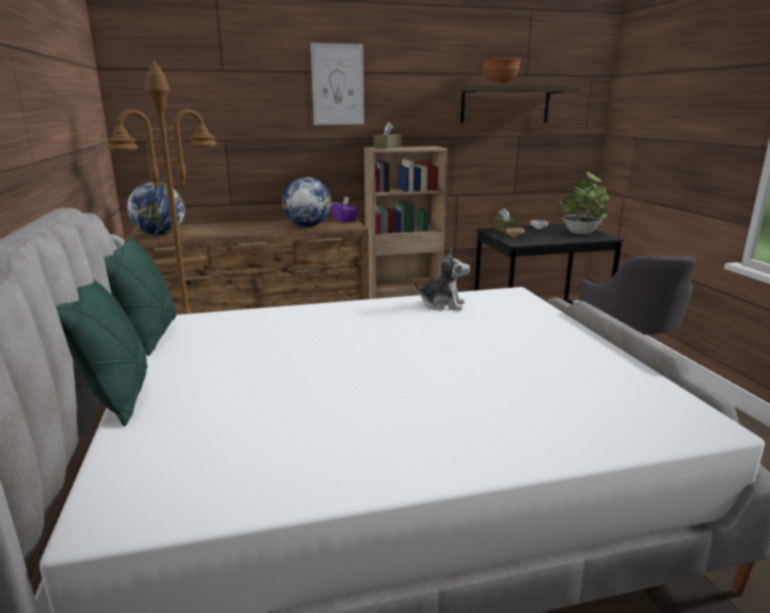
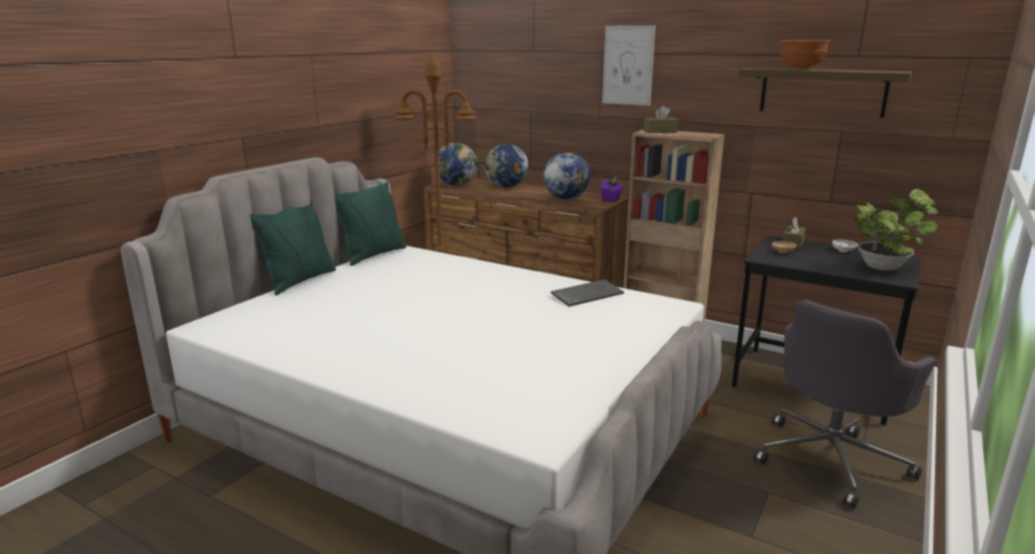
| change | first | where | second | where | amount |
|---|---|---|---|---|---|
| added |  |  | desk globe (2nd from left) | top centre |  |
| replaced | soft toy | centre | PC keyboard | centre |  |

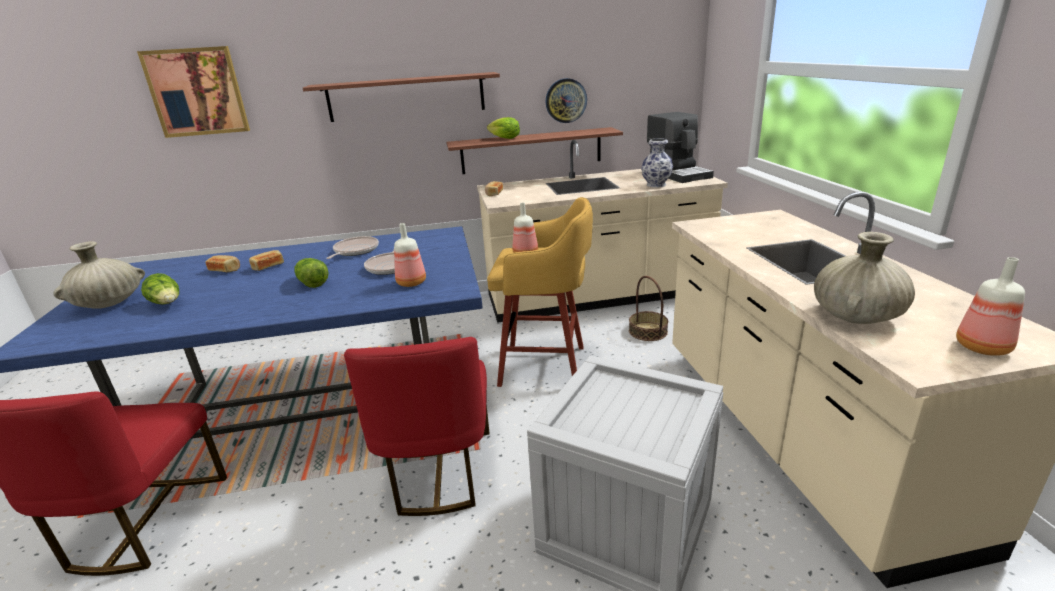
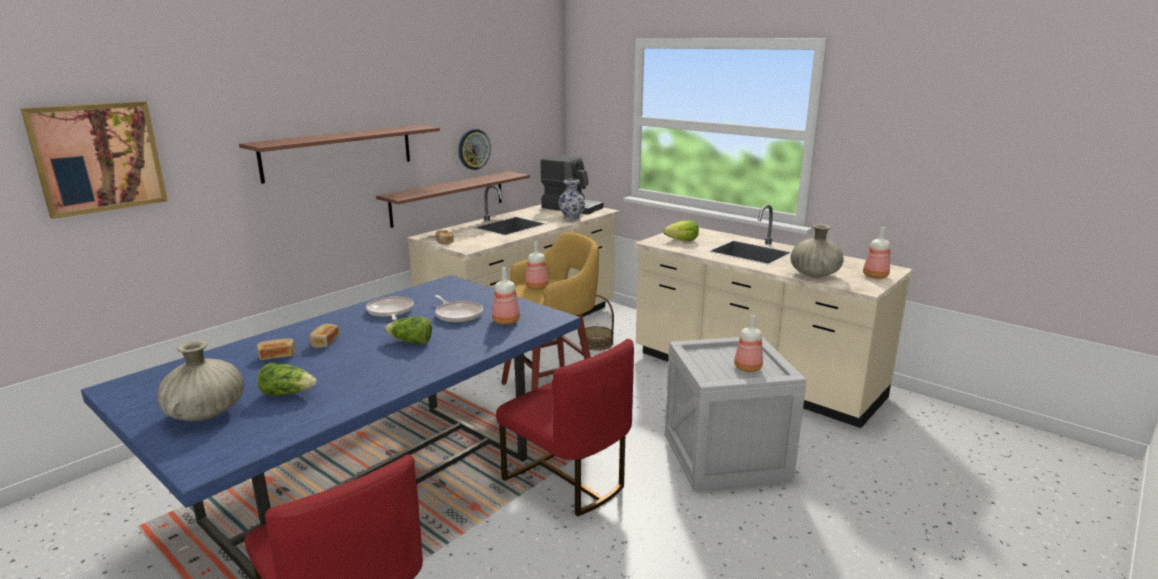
| change | first | where | second | where | amount |
|---|---|---|---|---|---|
| added |  |  | drink bottle (3rd from left) | centre |  |
| moved | head of lettuce (3rd from left) | top centre |  | centre |  |

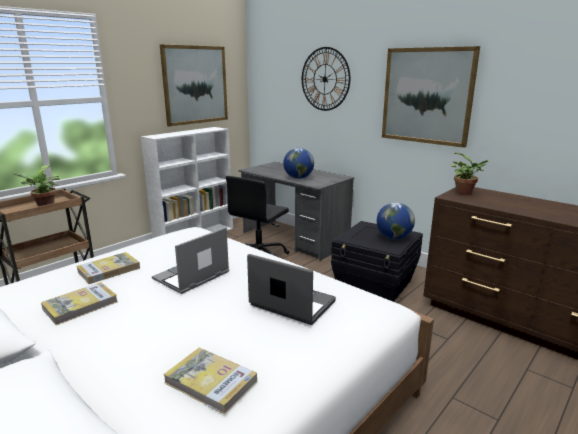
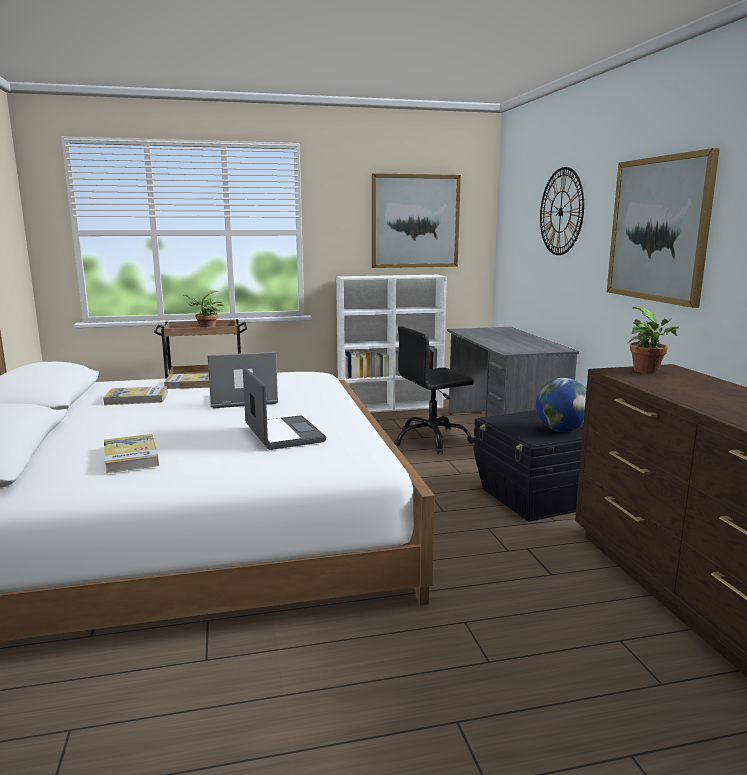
| change | first | where | second | where | amount |
|---|---|---|---|---|---|
| removed | desk globe (1st from left) | centre |  |  |  |

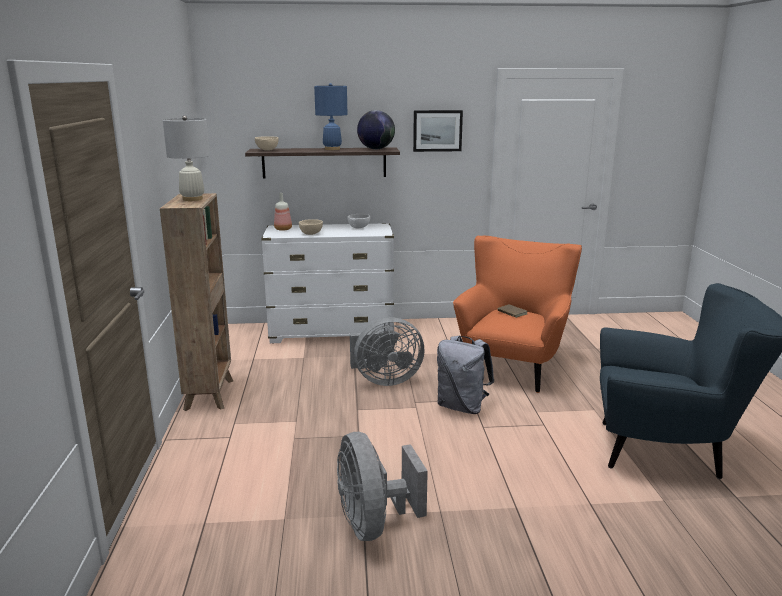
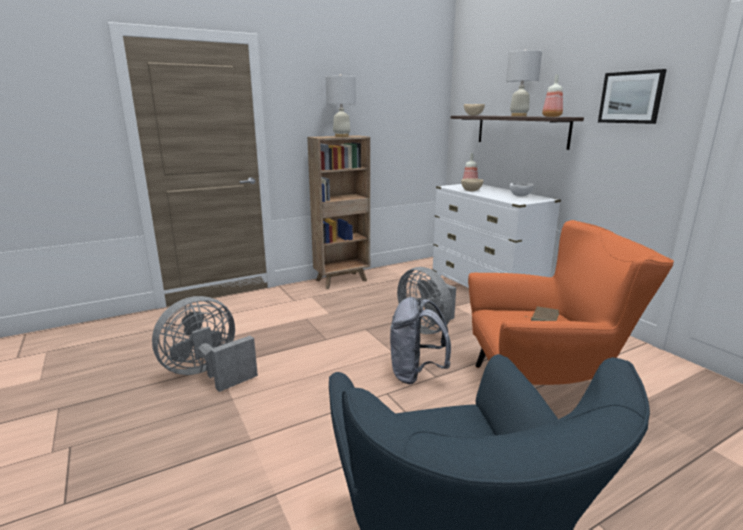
| change | first | where | second | where | amount |
|---|---|---|---|---|---|
| replaced | desk globe | top centre | drink bottle (2nd from left) | top right |  |
| recoloured | table lamp (blue) | top centre | table lamp (whitish) (2nd from left) | top right |  |

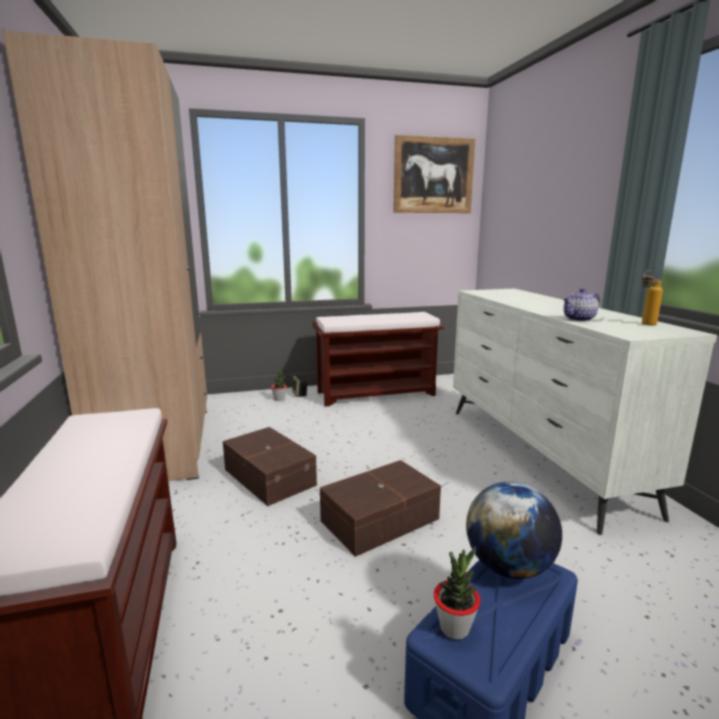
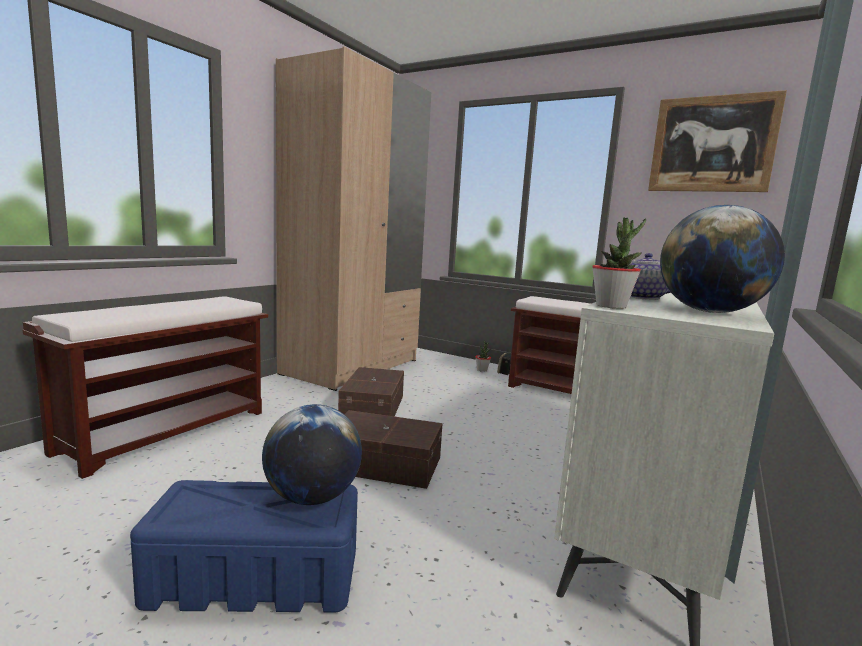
| change | first | where | second | where | amount |
|---|---|---|---|---|---|
| moved | plant in a pot (2nd from left) | bottom centre |  | middle right |  |
| replaced | drink bottle | middle right | desk globe (2nd from left) | middle right |  |

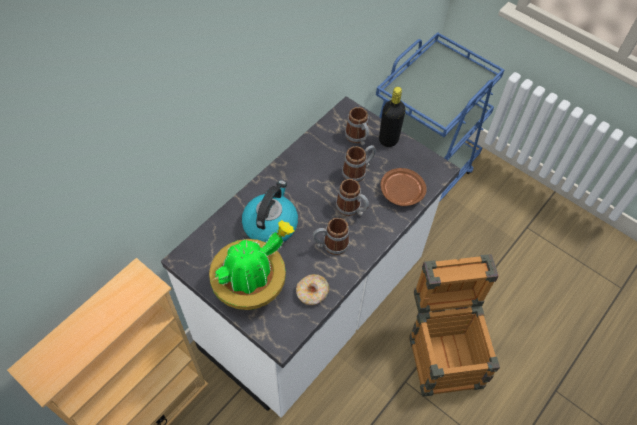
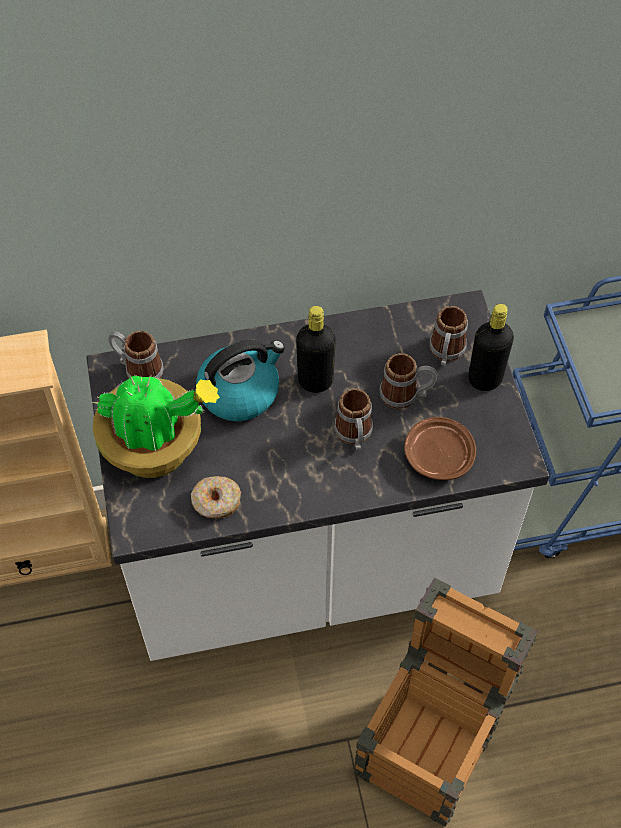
| change | first | where | second | where | amount |
|---|---|---|---|---|---|
| added |  |  | drink bottle (black-coloured) (1st from left) | centre |  |
| moved | coffee mug (1st from left) | centre |  | middle left |  |

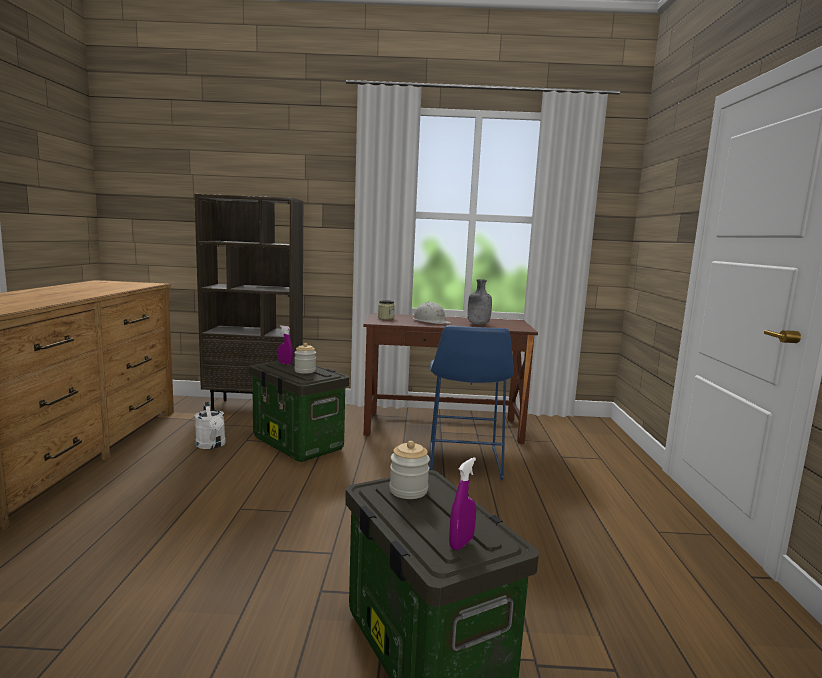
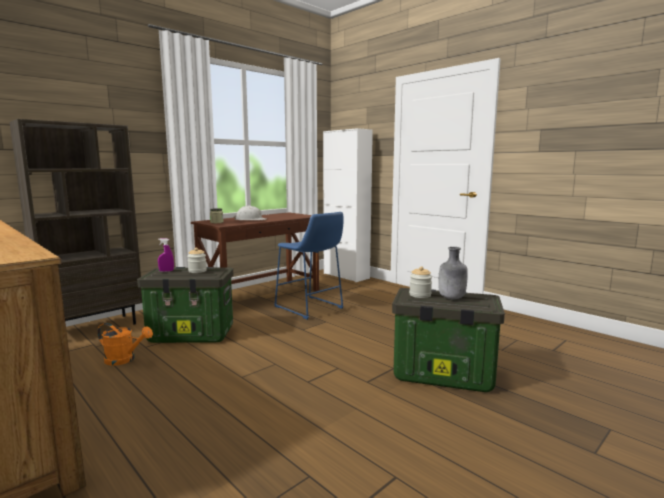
| change | first | where | second | where | amount |
|---|---|---|---|---|---|
| removed | spray bottle (purple-coloured) (2nd from left) | bottom centre |  |  |  |
| added |  |  | storage cabinet (whitish) | centre |  |
| moved | drink bottle (gray) | centre |  | middle right |  |
| recoloured | watering pot (whitish) | middle left | watering pot (orange-coloured) | bottom left |  |

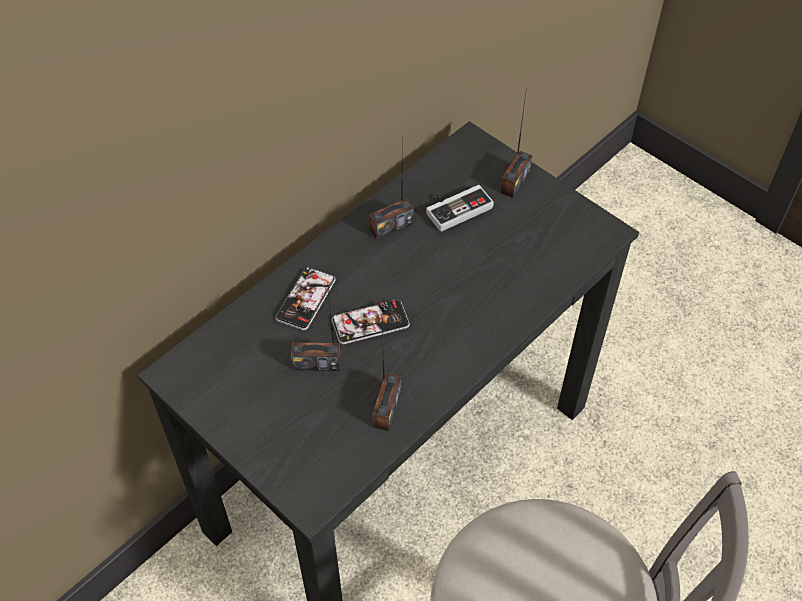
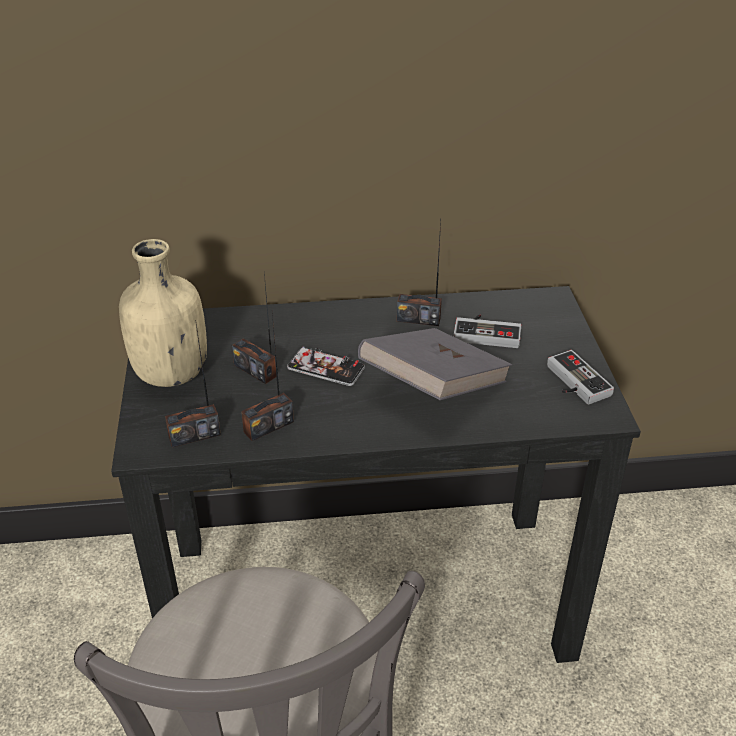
| change | first | where | second | where | amount |
|---|---|---|---|---|---|
| removed | handset (1st from left) | centre |  |  |  |
| added |  |  | drink bottle (beige) | middle left |  |
| added |  |  | volume (gray) | centre |  |
| added |  |  | gamepad (2nd from left) | middle right |  |
| moved | radio receiver (4th from left in the first image) | top centre | radio receiver (1st from left) | middle left |  |

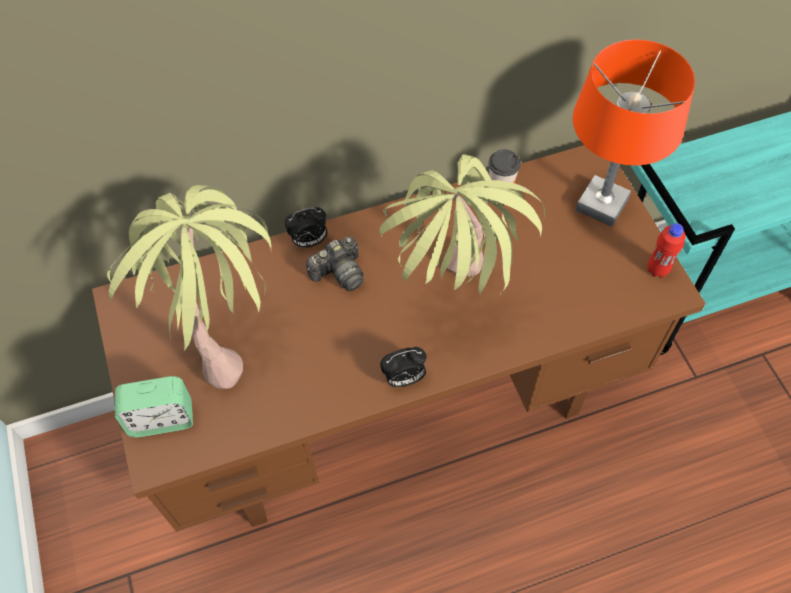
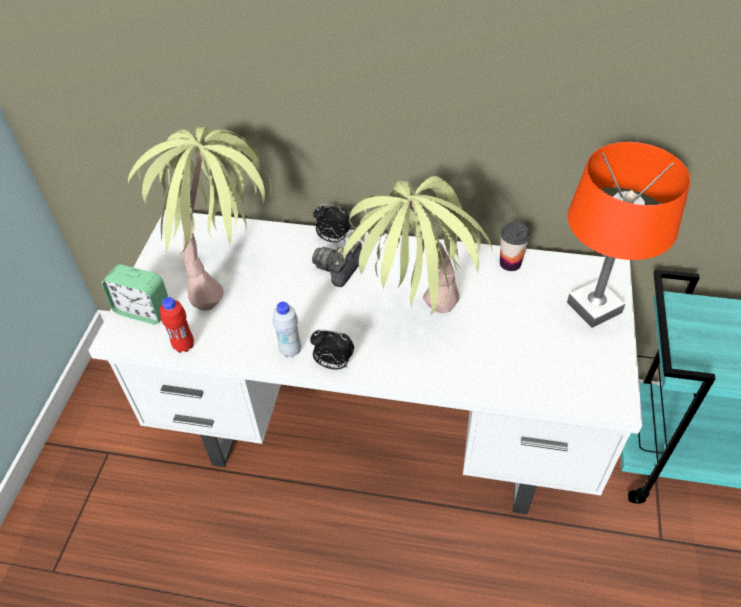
| change | first | where | second | where | amount |
|---|---|---|---|---|---|
| added |  |  | drink bottle (whitish) | centre |  |
| moved | drink bottle (red) | middle right |  | middle left |  |
| recoloured | desk unit (brownish) | centre | desk unit (whitish) | centre |  |
| turned | still camera | centre |  | centre | 120 degrees clockwise |

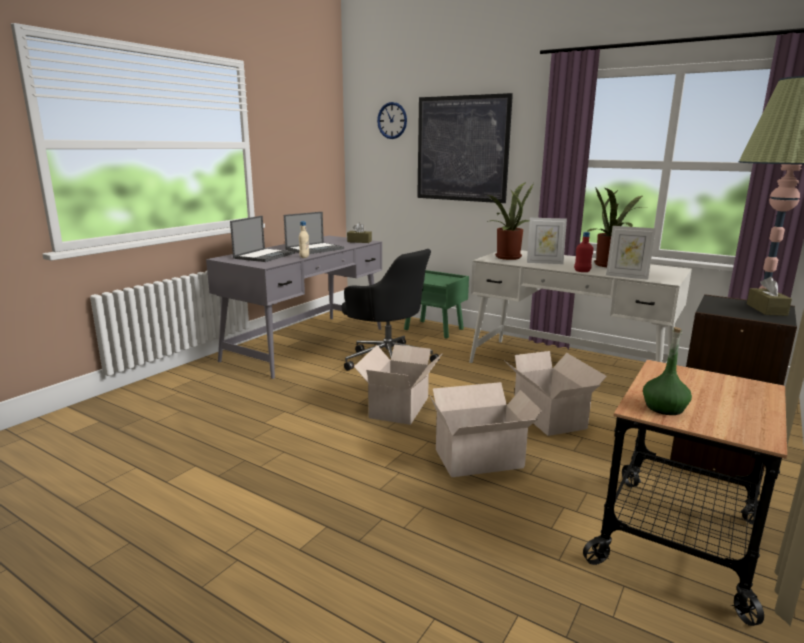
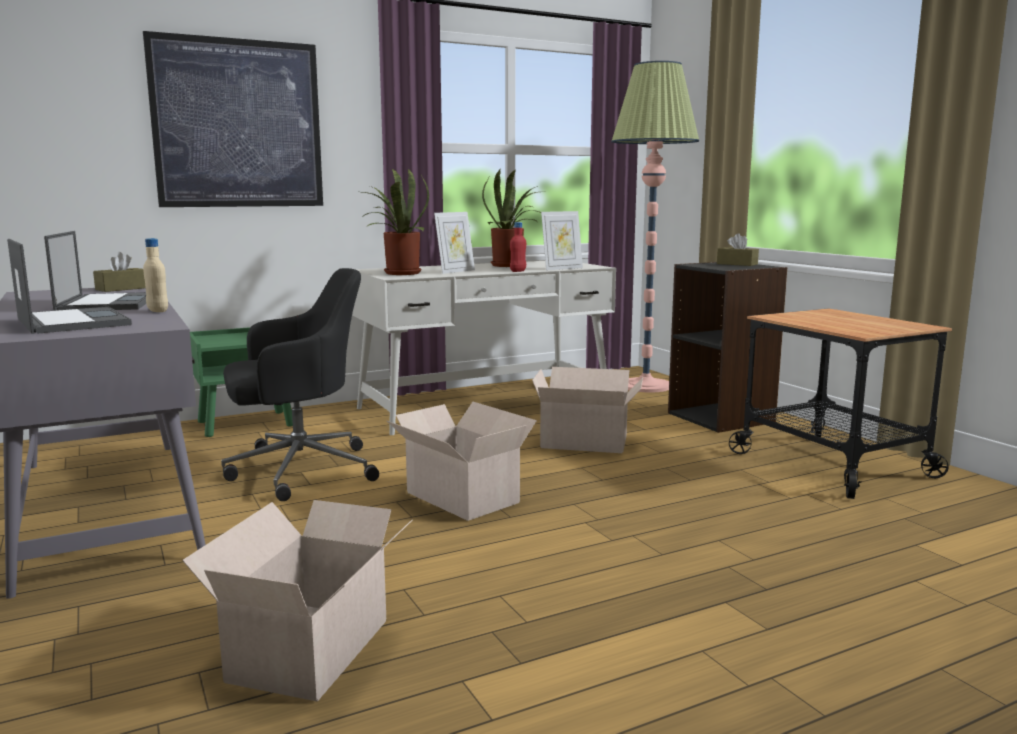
| change | first | where | second | where | amount |
|---|---|---|---|---|---|
| removed | wall clock | top centre |  |  |  |
| removed | drink bottle (green-coloured) | middle right |  |  |  |
| moved | packing box (2nd from left in the first image) | bottom centre | packing box (1st from left) | bottom left |  |

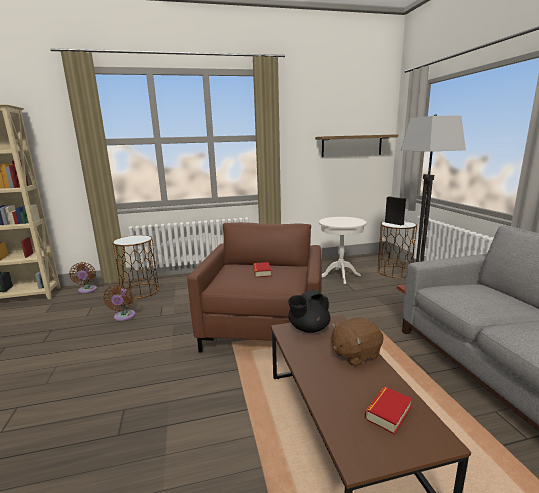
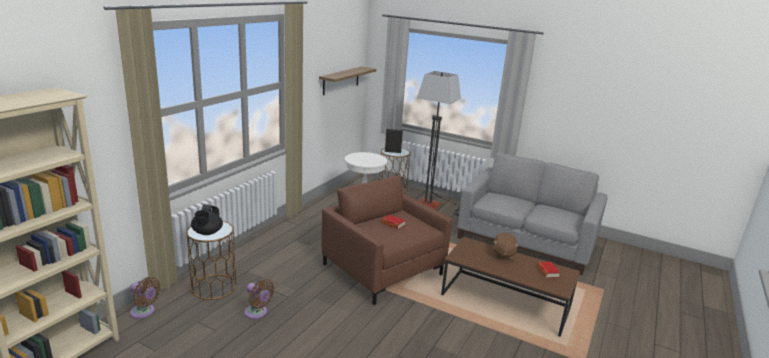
| change | first | where | second | where | amount |
|---|---|---|---|---|---|
| moved | tea pot (black-coloured) | centre |  | middle left |  |

